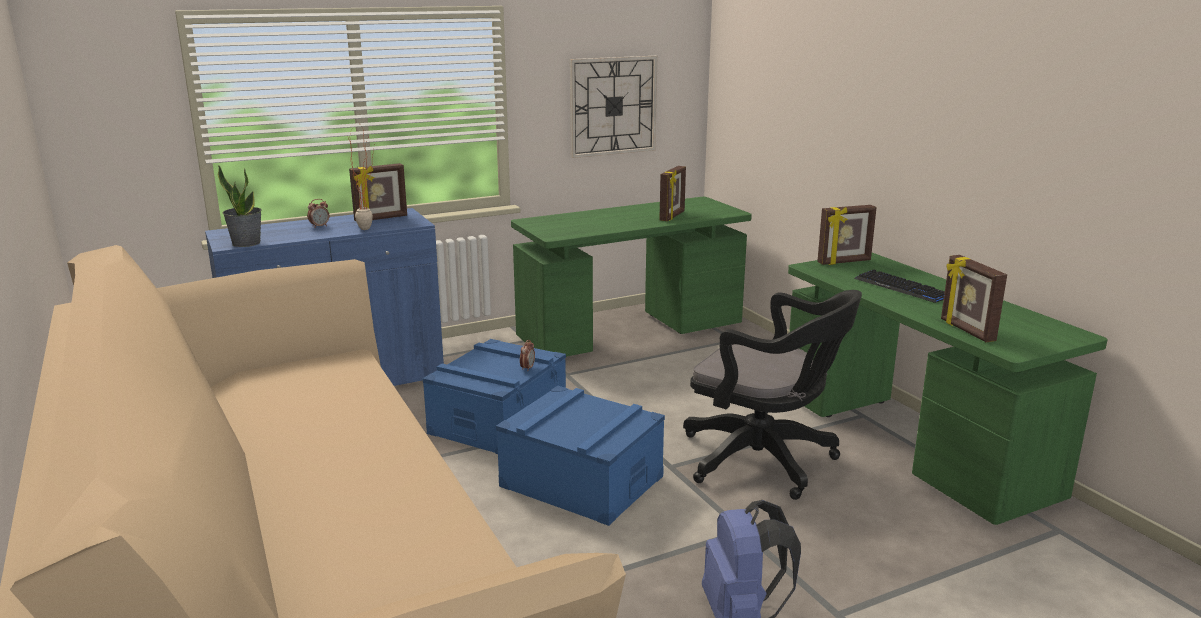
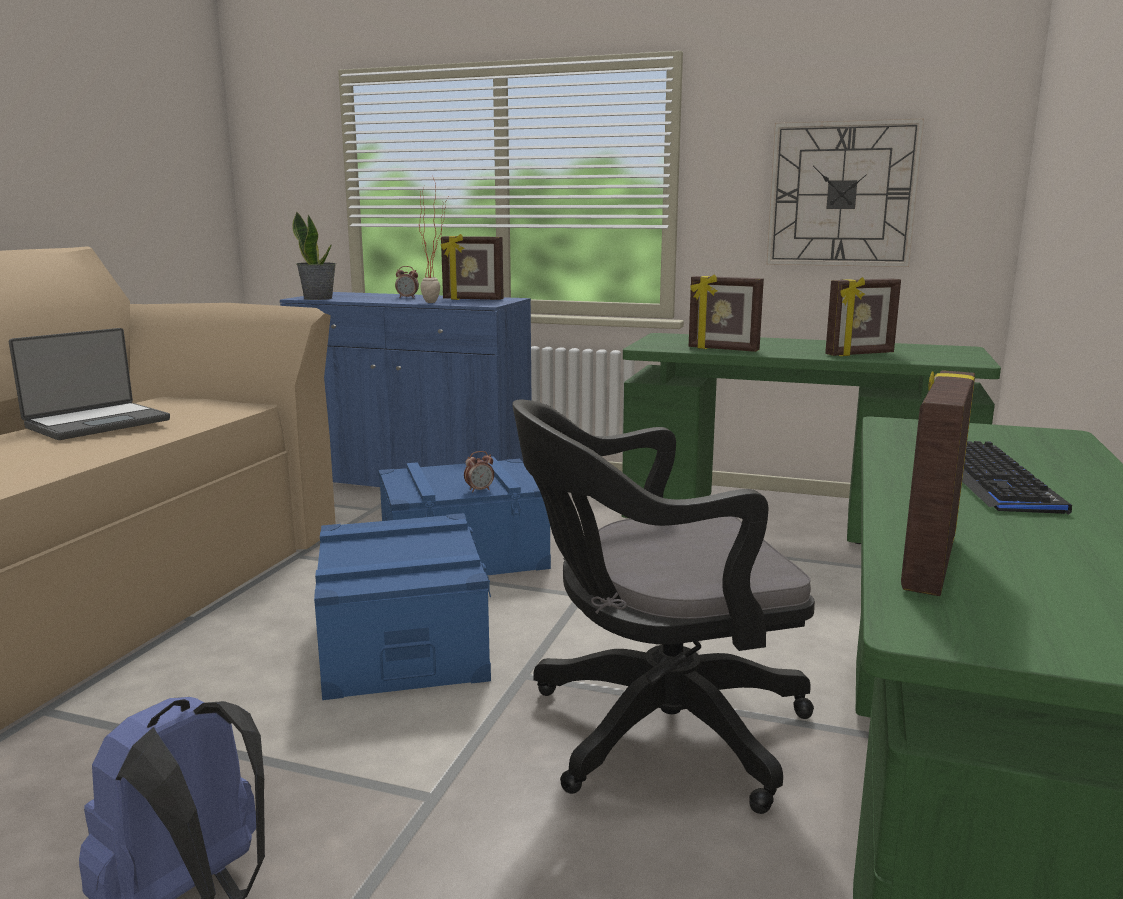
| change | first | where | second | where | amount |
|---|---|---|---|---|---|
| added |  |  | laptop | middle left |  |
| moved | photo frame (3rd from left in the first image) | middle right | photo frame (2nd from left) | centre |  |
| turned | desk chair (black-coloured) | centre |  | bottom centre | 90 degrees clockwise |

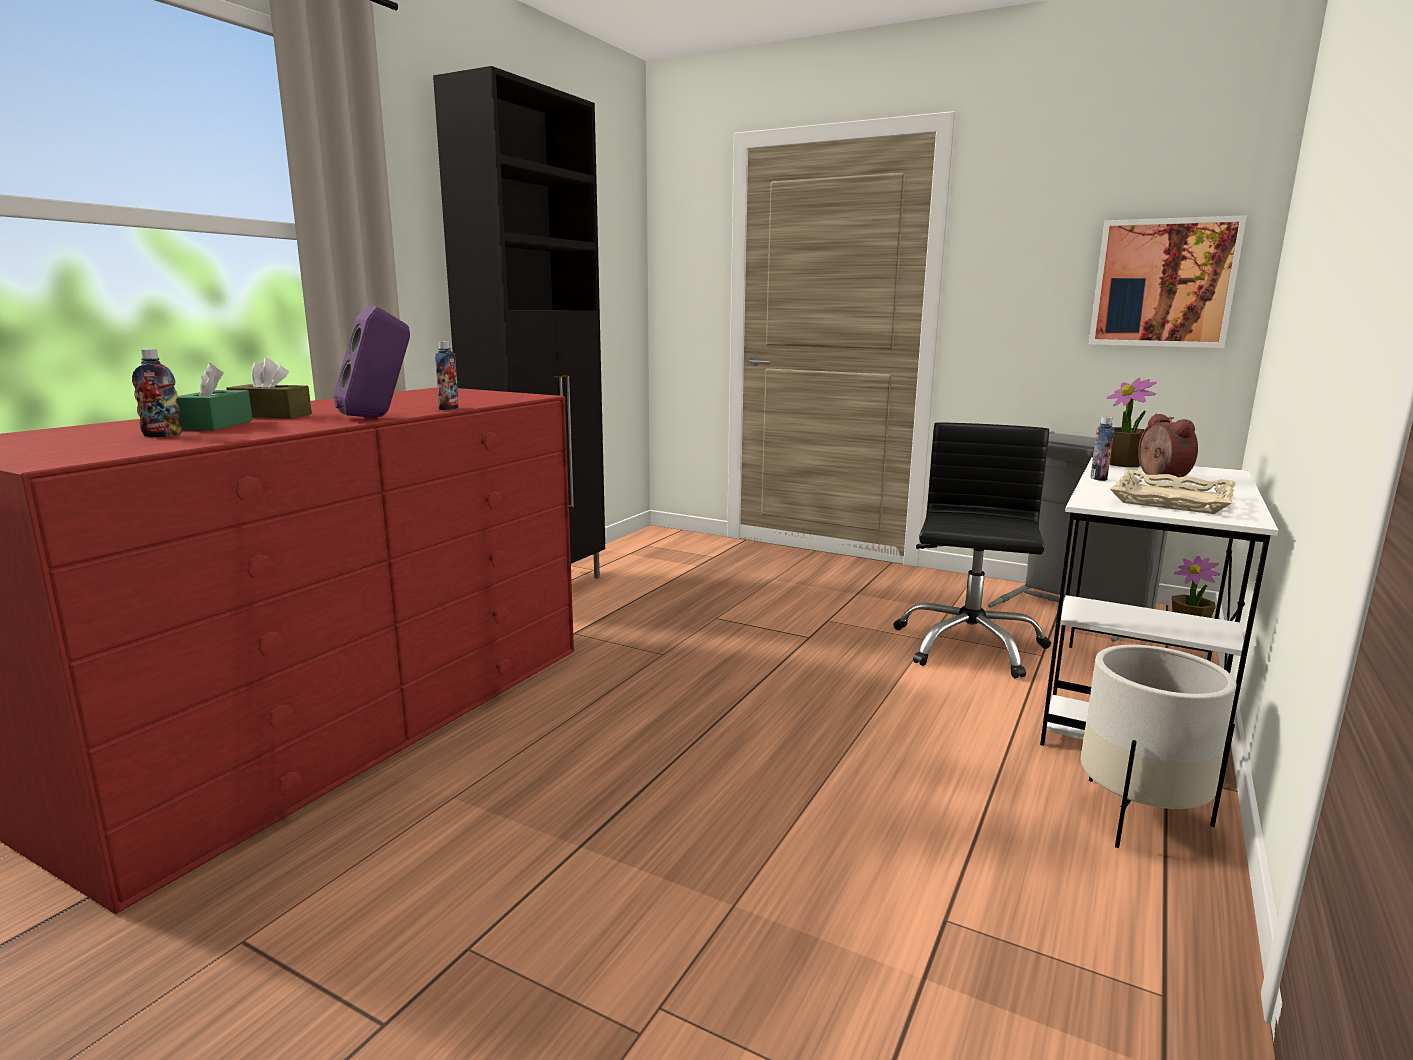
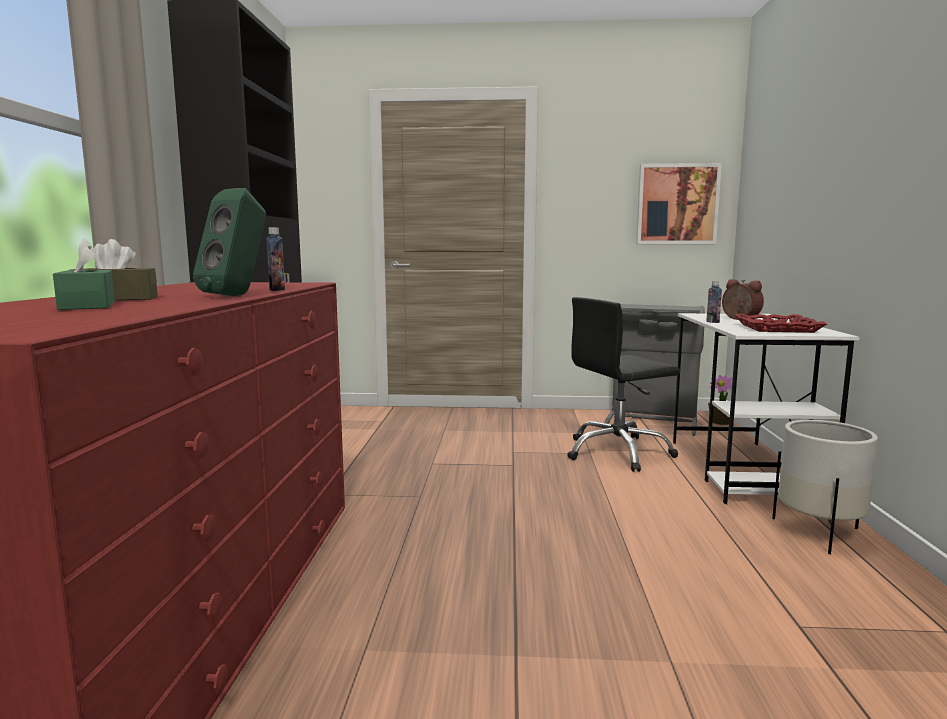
| change | first | where | second | where | amount |
|---|---|---|---|---|---|
| removed | drink bottle (1st from left) | middle left |  |  |  |
| removed | plant in a pot (1st from left) | middle right |  |  |  |
| recoloured | audio speaker (purple-coloured) | middle left | audio speaker (green-coloured) | middle left |  |
| recoloured | tray (beige) | middle right | tray (red) | middle right |  |
| turned | desk chair (black-coloured) | middle right |  | centre | 105 degrees counterclockwise |

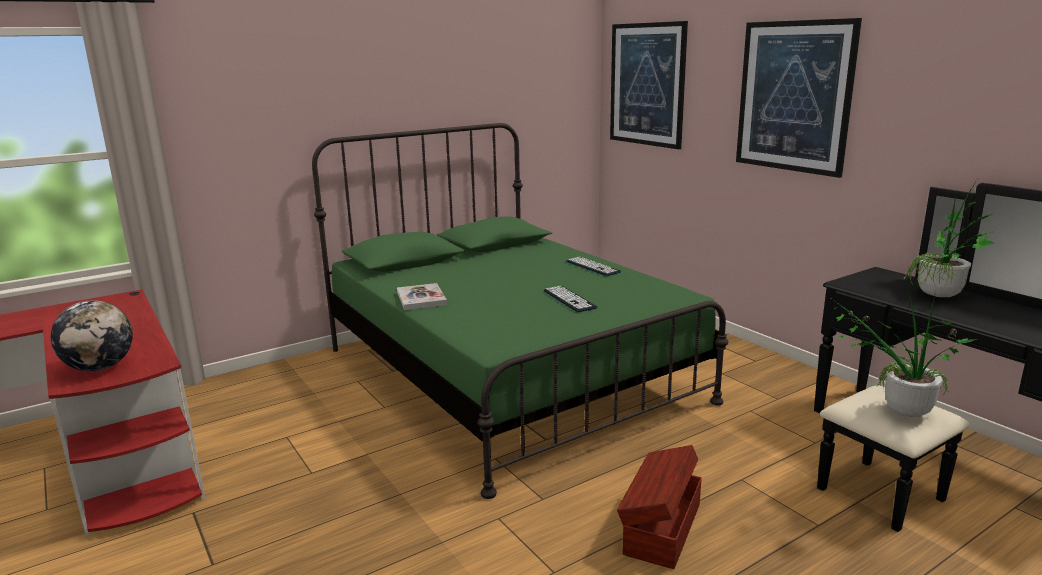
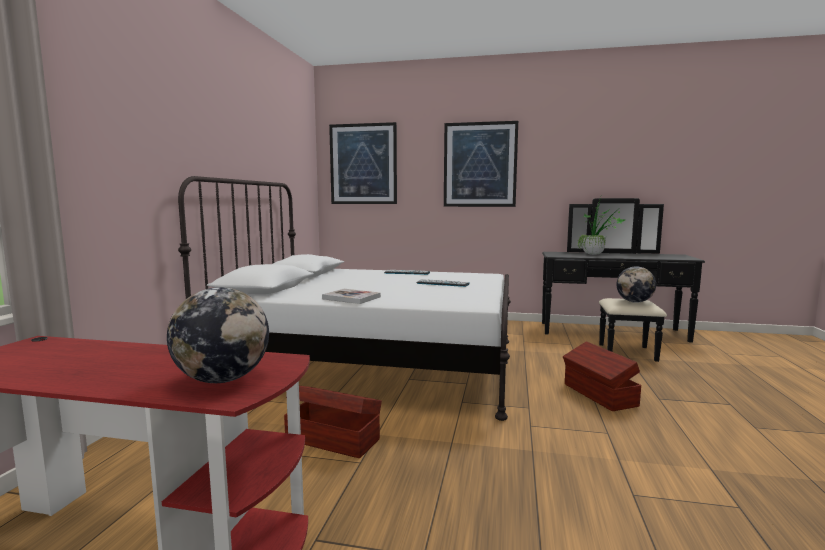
| change | first | where | second | where | amount |
|---|---|---|---|---|---|
| added |  |  | storage container (brownish) (1st from left) | bottom centre |  |
| replaced | plant in a pot (1st from left) | middle right | desk globe (2nd from left) | middle right |  |
| recoloured | bedroom bed (green-coloured) | centre | bedroom bed (whitish) | centre |  |

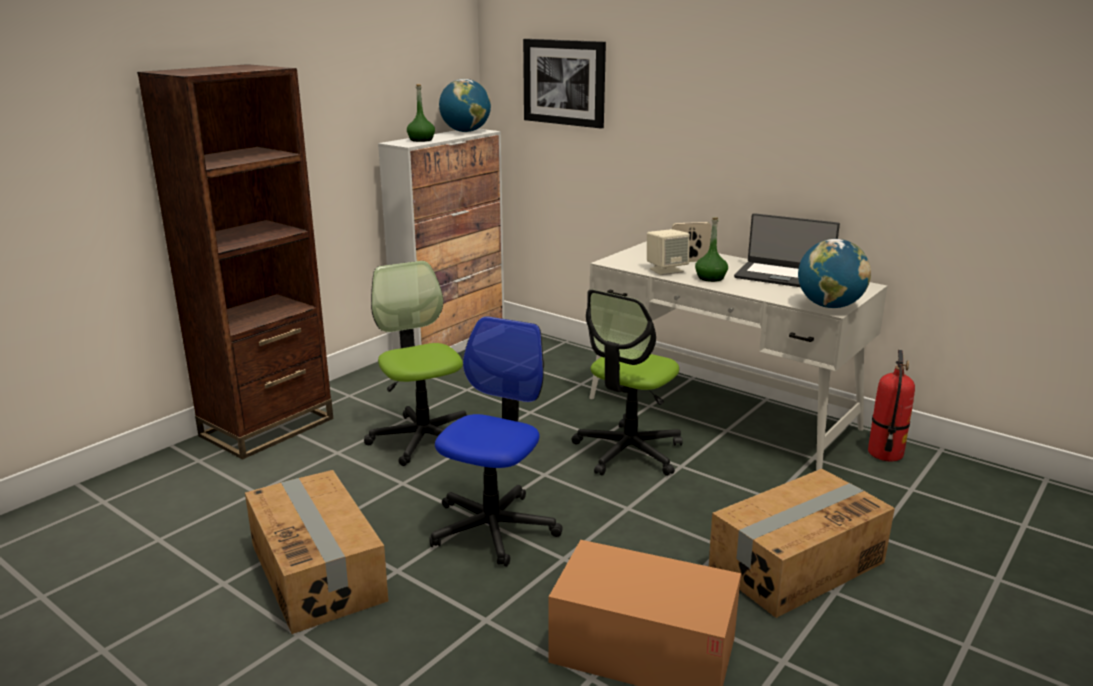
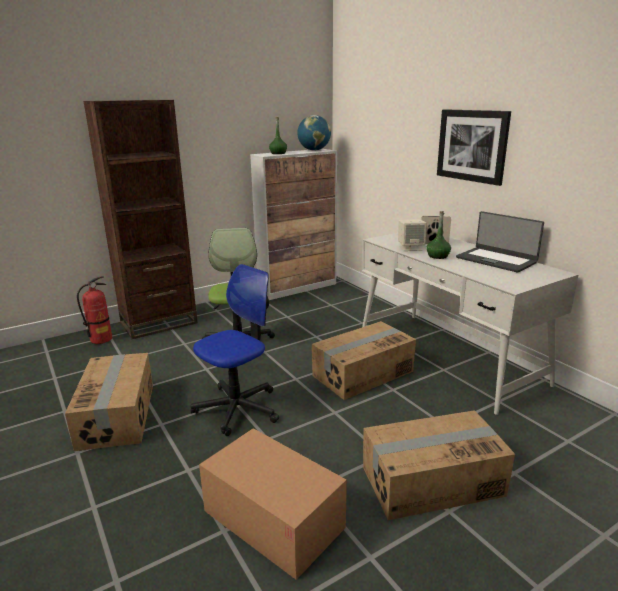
| change | first | where | second | where | amount |
|---|---|---|---|---|---|
| removed | desk globe (2nd from left) | middle right |  |  |  |
| moved | wall art | top centre |  | top right |  |
| moved | fire extinguisher | middle right |  | middle left |  |
| replaced | desk chair (3rd from left) | centre | packing box (3rd from left) | centre |  |

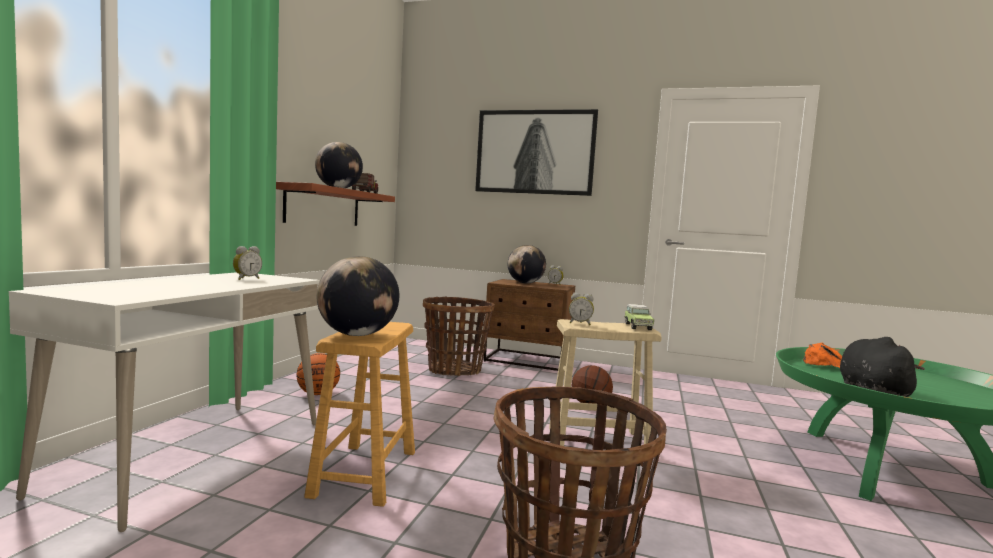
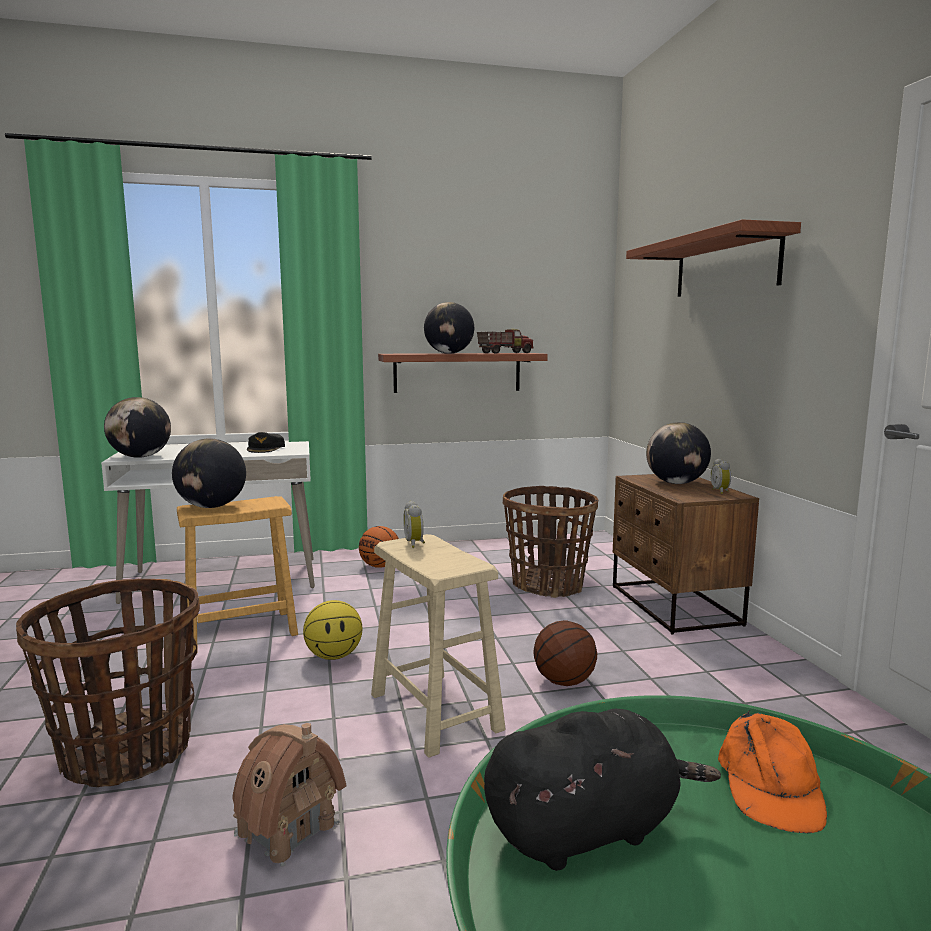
| change | first | where | second | where | amount |
|---|---|---|---|---|---|
| removed | model car | centre |  |  |  |
| added |  |  | desk globe (1st from left) | middle left |  |
| added |  |  | miniature house | bottom left |  |
| added |  |  | basketball (1st from left) | bottom centre |  |
| replaced | bedside clock (1st from left) | middle left | cap (black-coloured) | middle left |  |
| replaced | wall art | top centre | wall shelf (2nd from left) | top right |  |

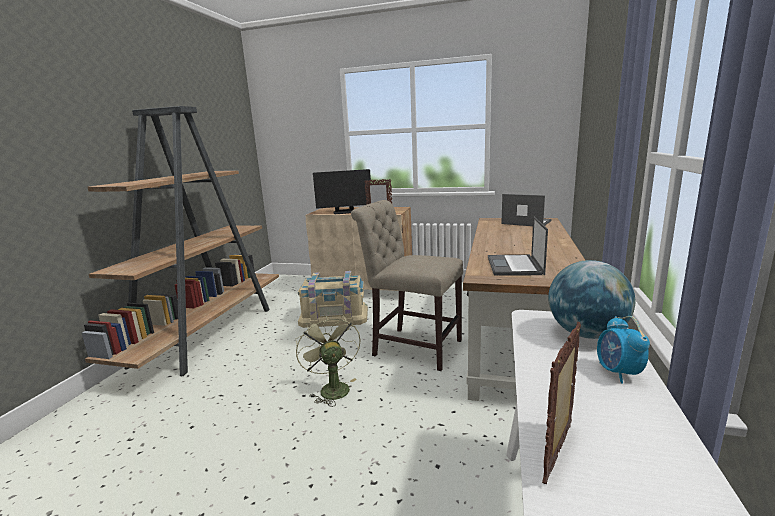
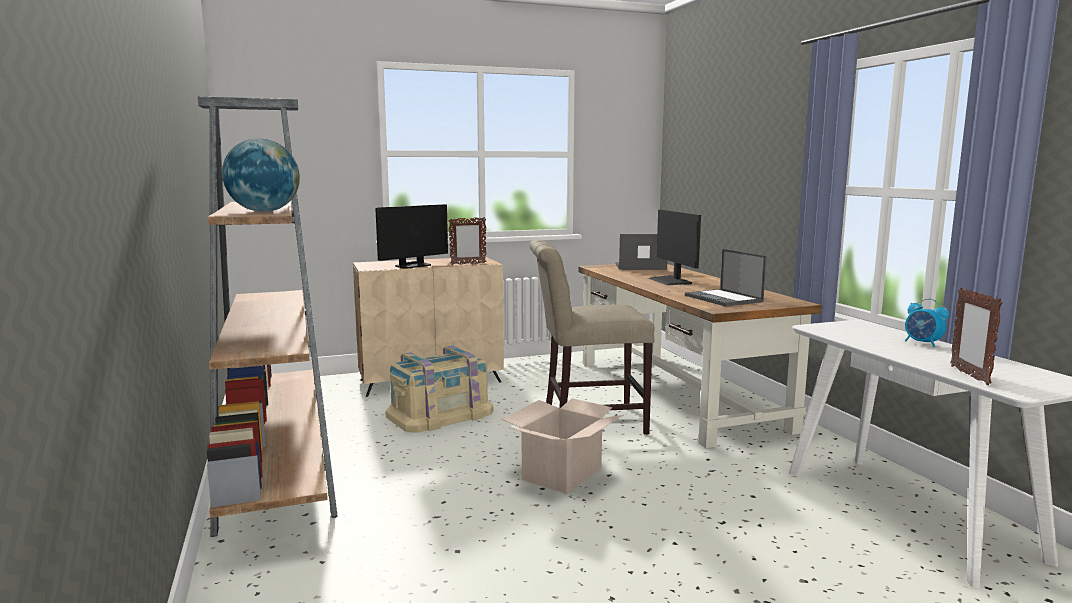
| change | first | where | second | where | amount |
|---|---|---|---|---|---|
| added |  |  | computer display (2nd from left) | centre |  |
| moved | desk globe | middle right |  | top left |  |
| replaced | cooling fan (green-coloured) | bottom centre | packing box | bottom centre |  |

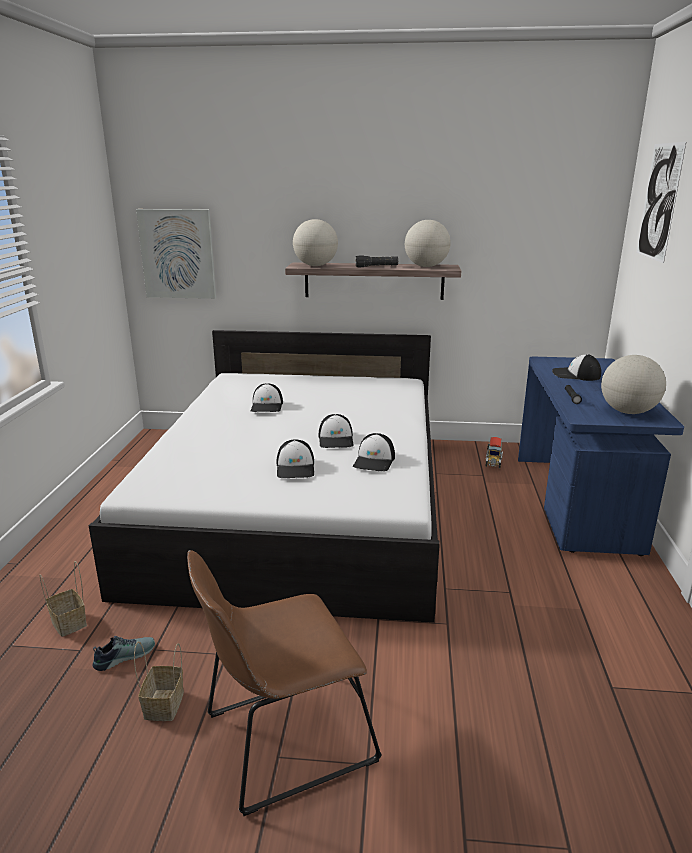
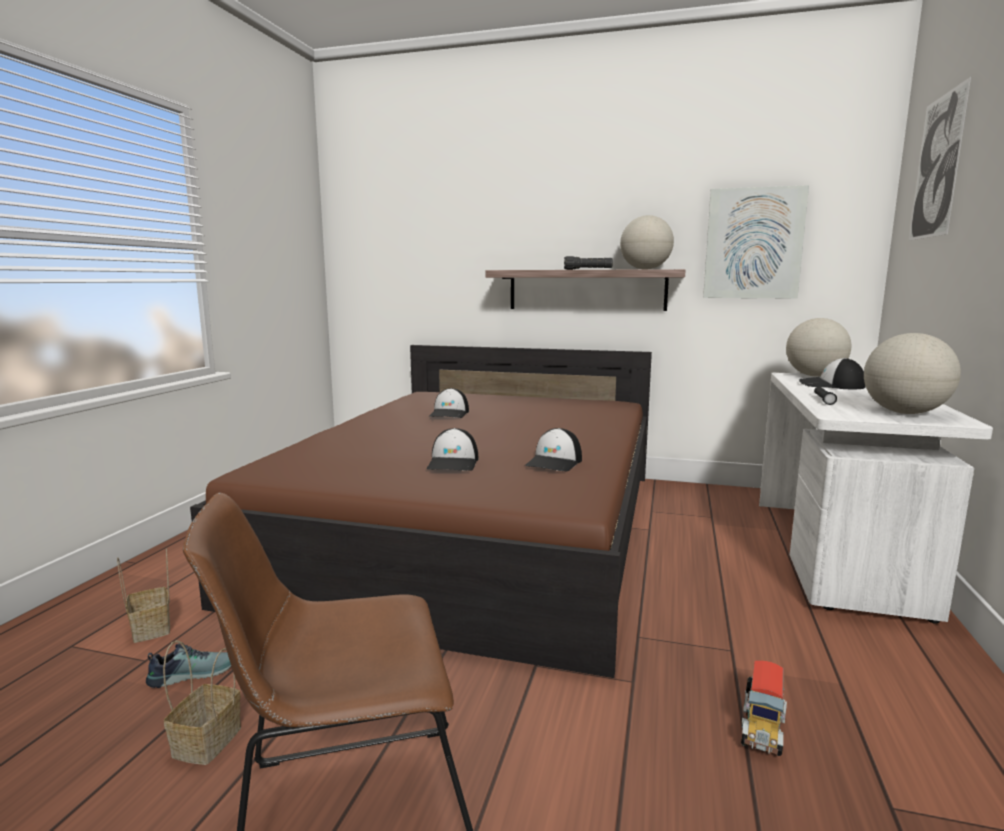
| change | first | where | second | where | amount |
|---|---|---|---|---|---|
| removed | cap (3rd from left) | centre |  |  |  |
| moved | wall art (1st from left) | top left |  | top right |  |
| moved | desk globe (1st from left in the first image) | top centre | desk globe (2nd from left) | middle right |  |
| moved | model truck | middle right |  | bottom right |  |
| recoloured | bedroom bed (whitish) | centre | bedroom bed (brownish) | centre |  |
| recoloured | desk unit (blue) | middle right | desk unit (whitish) | middle right |  |

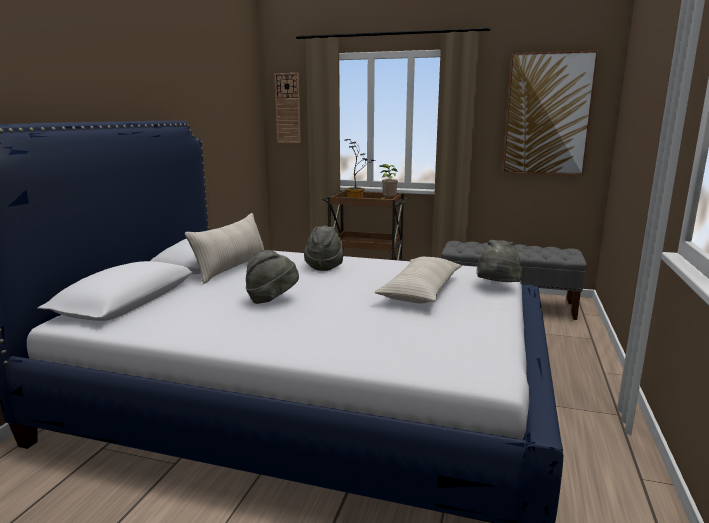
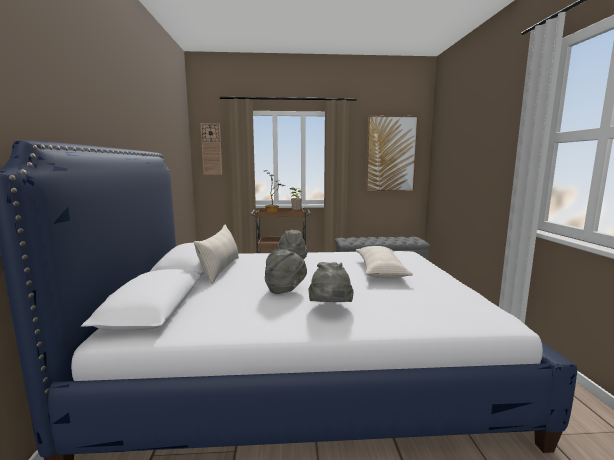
| change | first | where | second | where | amount |
|---|---|---|---|---|---|
| moved | wearable hat (gray) (3rd from left) | middle right |  | centre |  |

